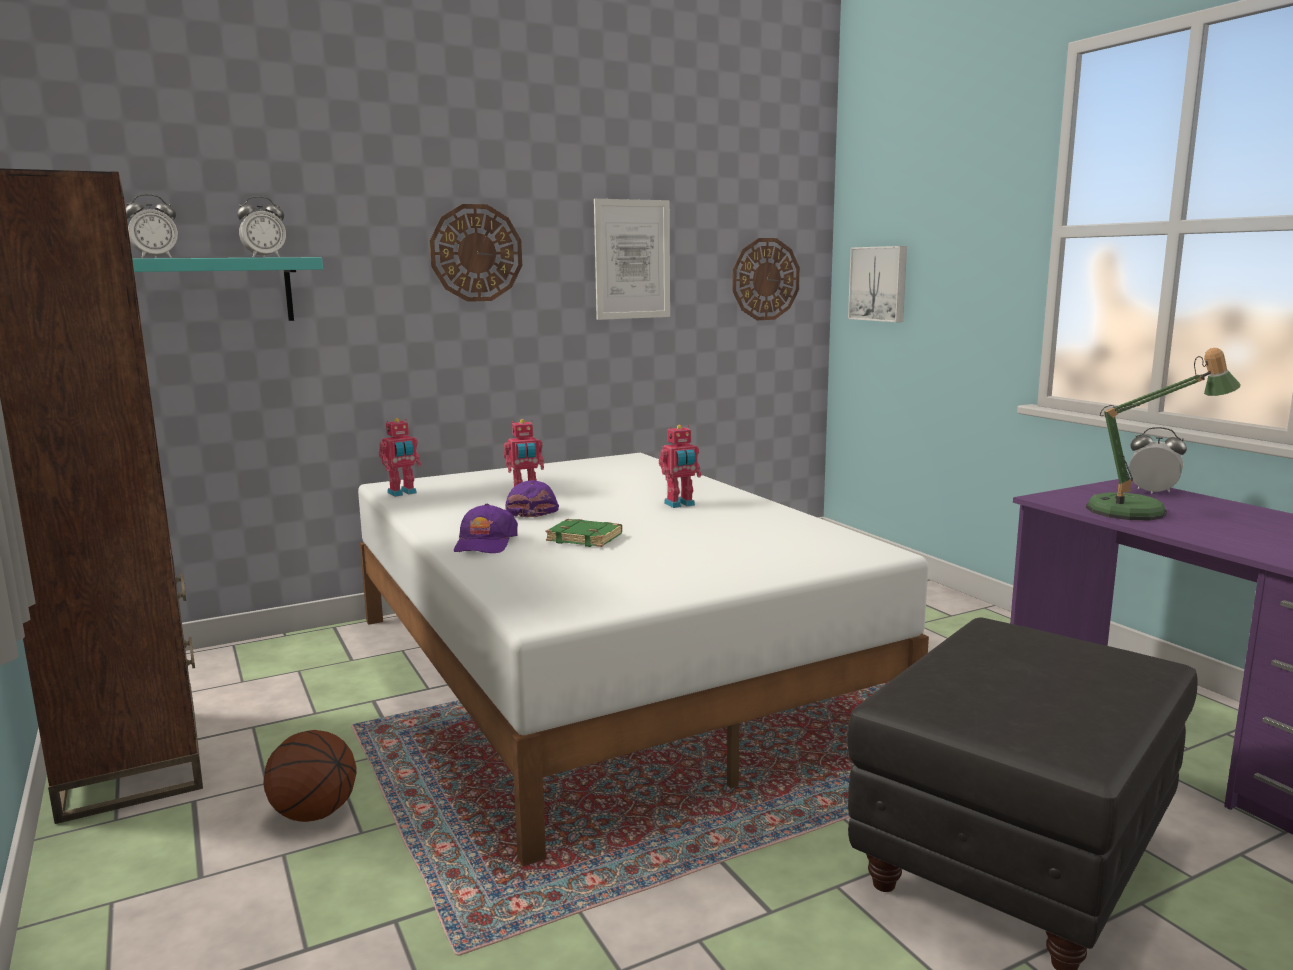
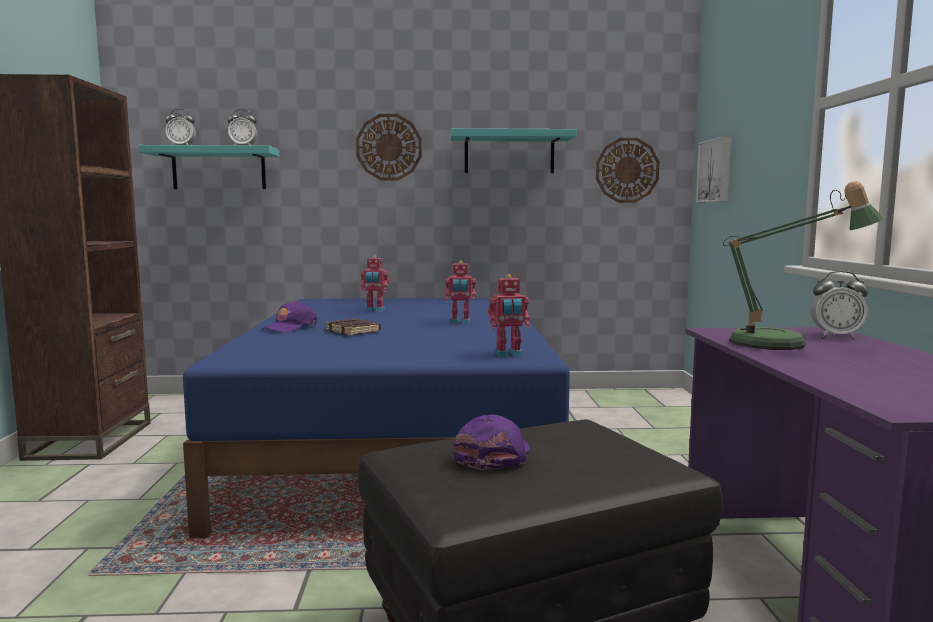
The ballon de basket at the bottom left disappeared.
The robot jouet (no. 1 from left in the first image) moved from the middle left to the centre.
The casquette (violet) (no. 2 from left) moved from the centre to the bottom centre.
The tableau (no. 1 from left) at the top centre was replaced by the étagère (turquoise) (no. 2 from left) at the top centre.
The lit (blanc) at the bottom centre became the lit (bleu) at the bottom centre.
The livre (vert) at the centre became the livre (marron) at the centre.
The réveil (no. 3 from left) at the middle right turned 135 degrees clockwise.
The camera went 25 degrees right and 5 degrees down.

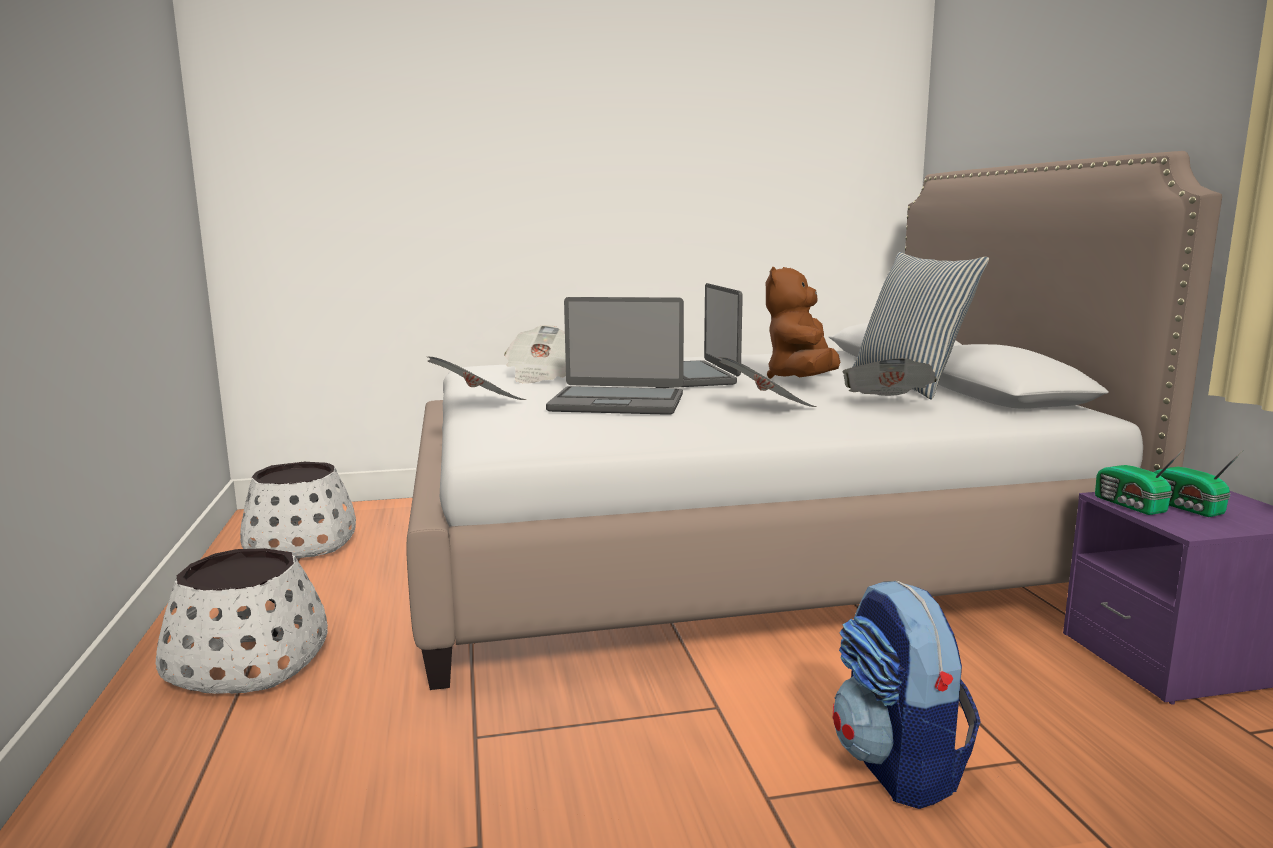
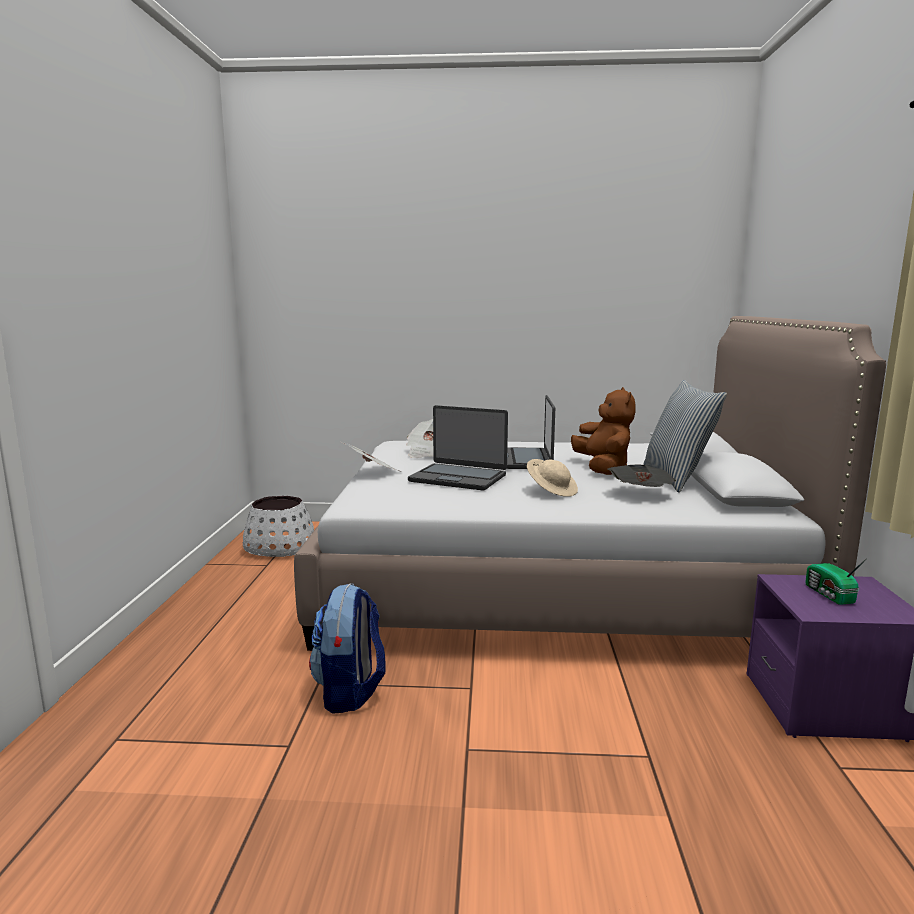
The cache-pot (blanc) (no. 1 from left) at the bottom left disappeared.
The radio (no. 1 from left) at the middle right disappeared.
The sac à dos moved from the bottom right to the bottom centre.
The journal (no. 3 from left) at the centre was replaced by the chapeau (beige) at the centre.
The peluche (marron) at the centre turned 135 degrees clockwise.
The camera went 15 degrees right and 0 degrees up.

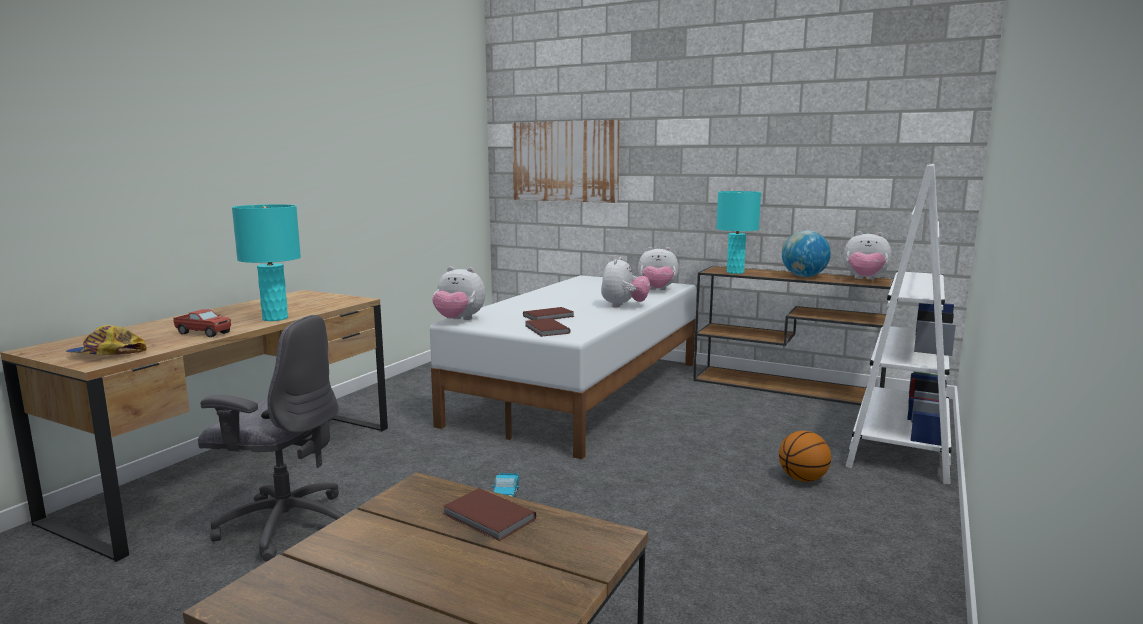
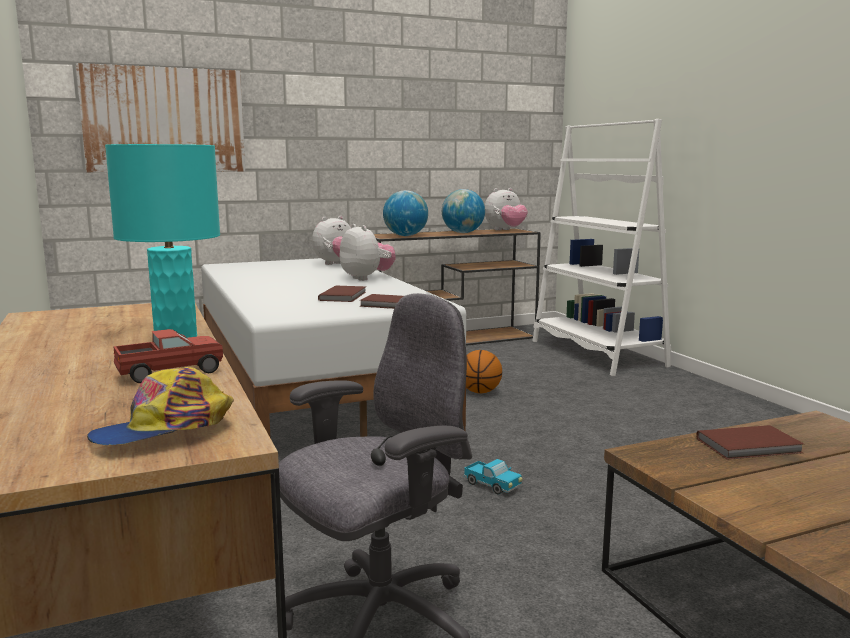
The peluche (no. 1 from left) at the centre disappeared.
The ballon de basket moved from the bottom right to the centre.
The lampe de table (turquoise) (no. 2 from left) at the centre was replaced by the globe (no. 1 from left) at the centre.
The camera went 50 degrees left and 0 degrees up.

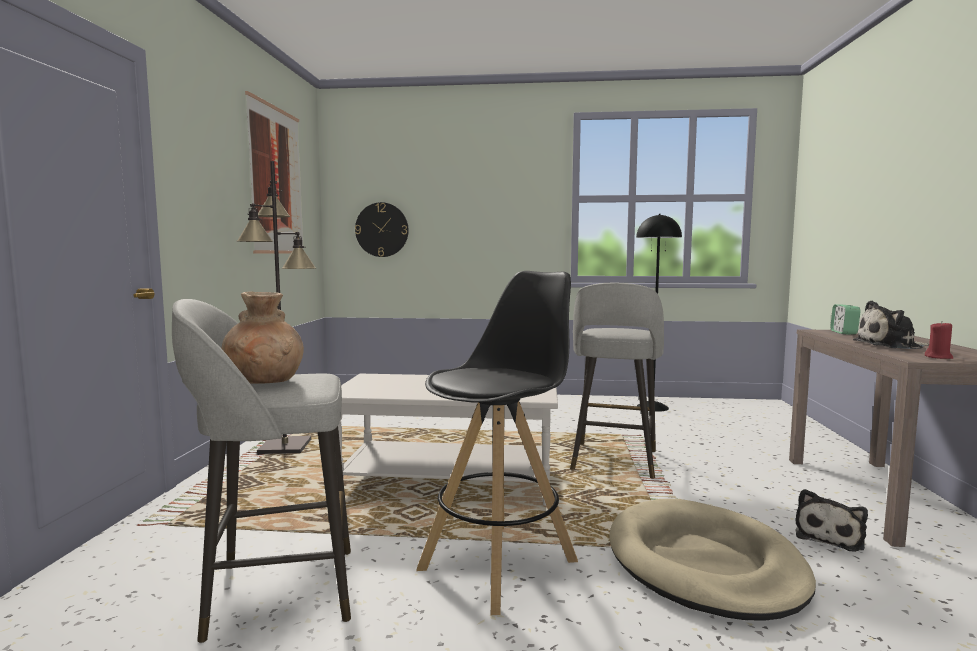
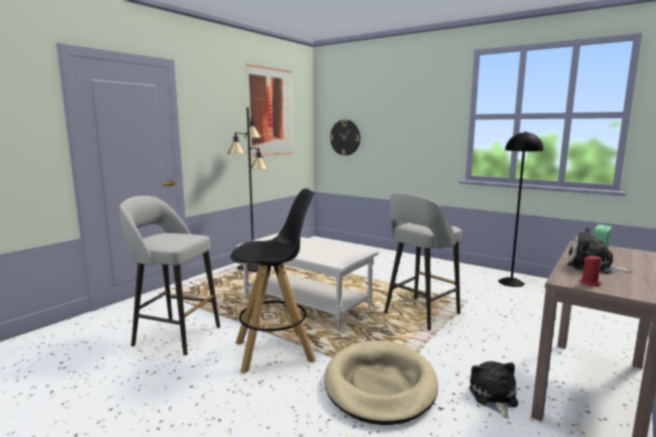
The vase (marron) at the middle left disappeared.
The peluche (no. 1 from left) at the bottom right turned 120 degrees clockwise.
The camera went 30 degrees right and 5 degrees up.

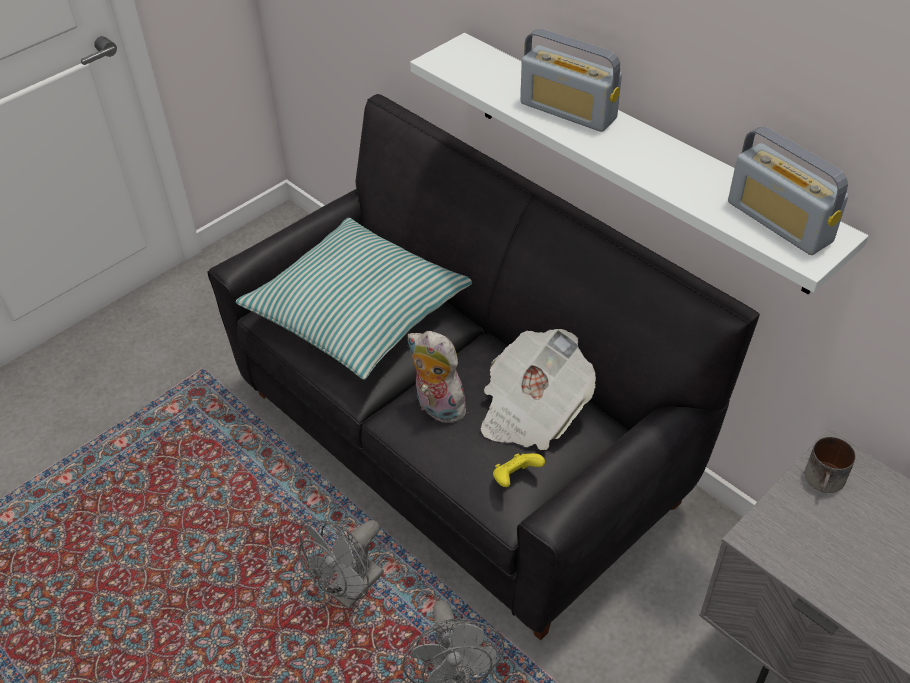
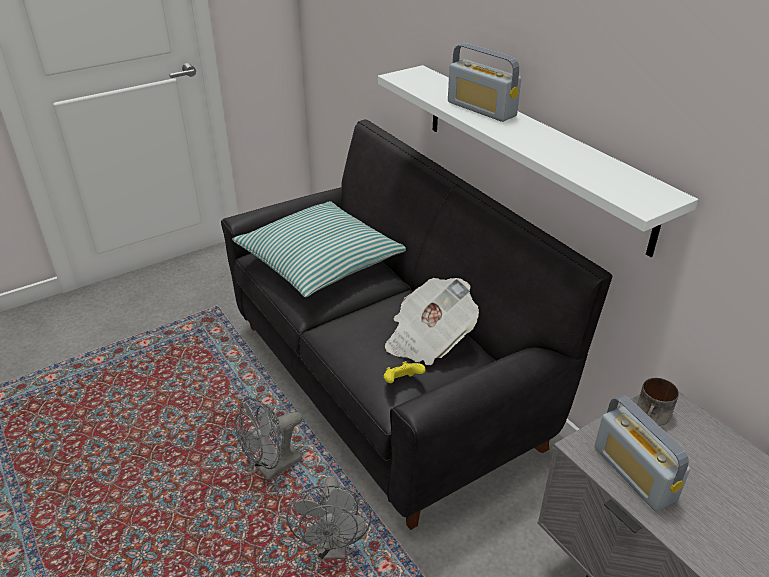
The peluche at the centre disappeared.
The radio (no. 2 from left) moved from the top right to the bottom right.
The camera went 10 degrees right and 10 degrees down.

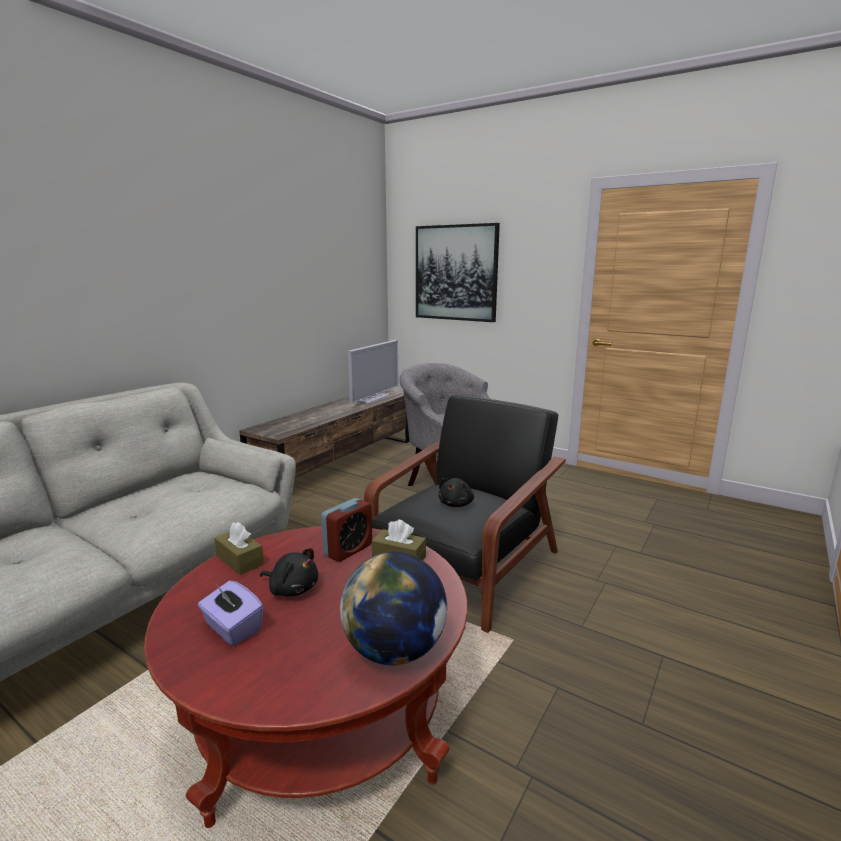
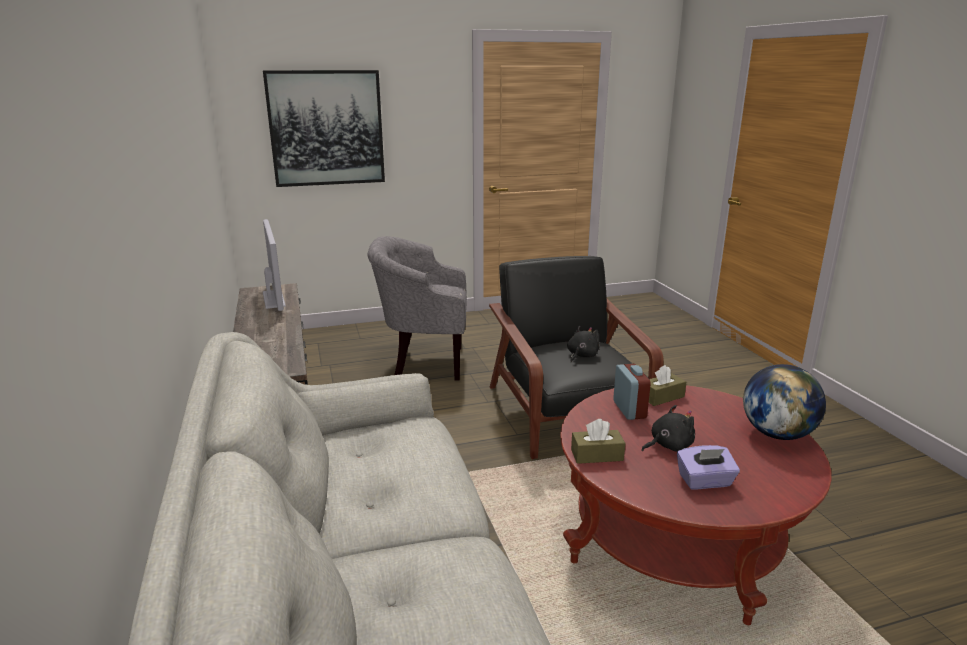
The peluche (noir) (no. 2 from left in the first image) at the centre turned 120 degrees counterclockwise.
The camera went 50 degrees left and 5 degrees up.

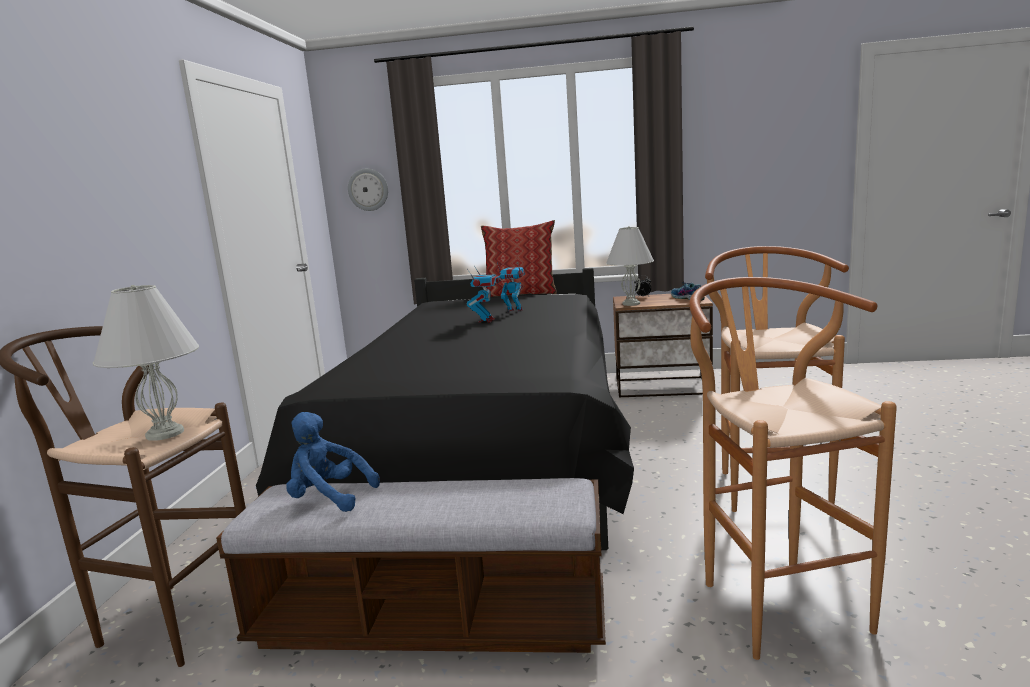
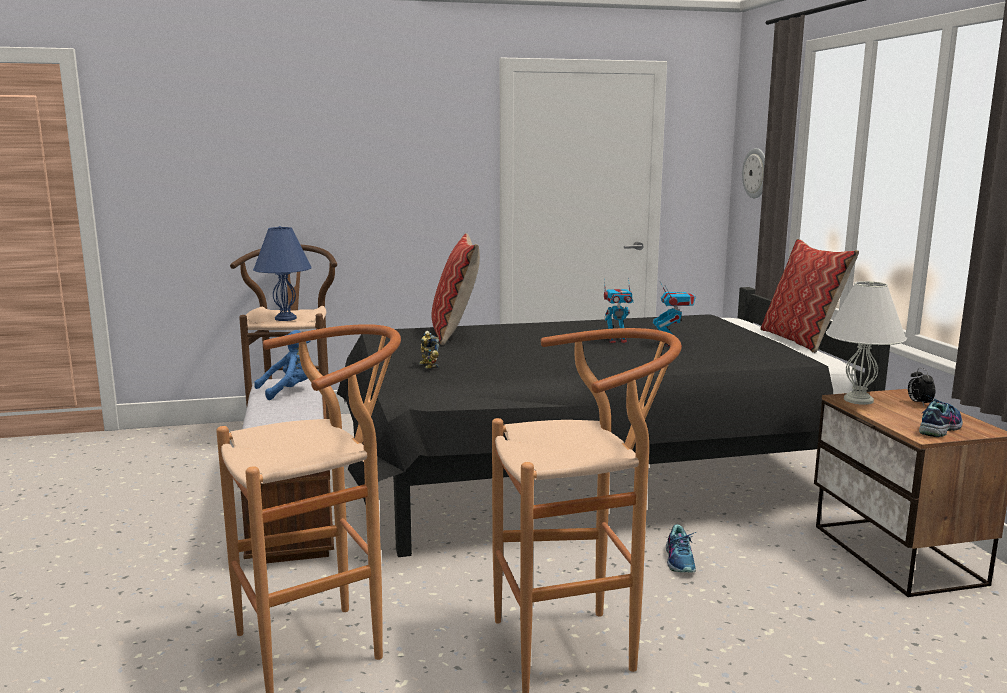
The robot jouet (no. 1 from left) at the centre appeared.
The coussin (no. 1 from left) at the centre appeared.
The chaussure (no. 1 from left) at the bottom right appeared.
The lampe de table (blanc) (no. 1 from left) at the middle left became the lampe de table (bleu) at the middle left.
The peluche (bleu) at the bottom left turned 60 degrees clockwise.
The camera went 70 degrees right and 0 degrees up.

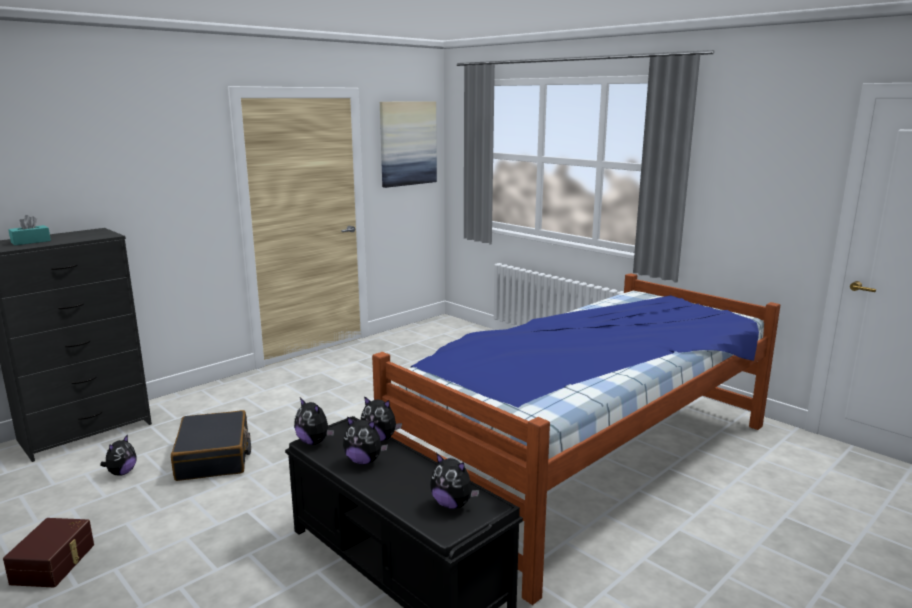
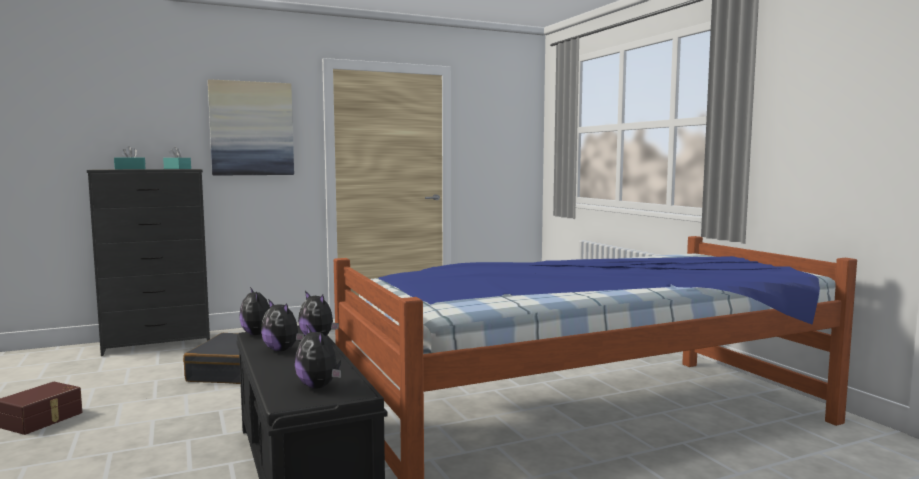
The peluche (no. 1 from left) at the bottom left disappeared.
The boîte à mouchoirs (turquoise) (no. 2 from left) at the top left appeared.
The tableau moved from the top centre to the top left.
The camera went 20 degrees right and 10 degrees down.

